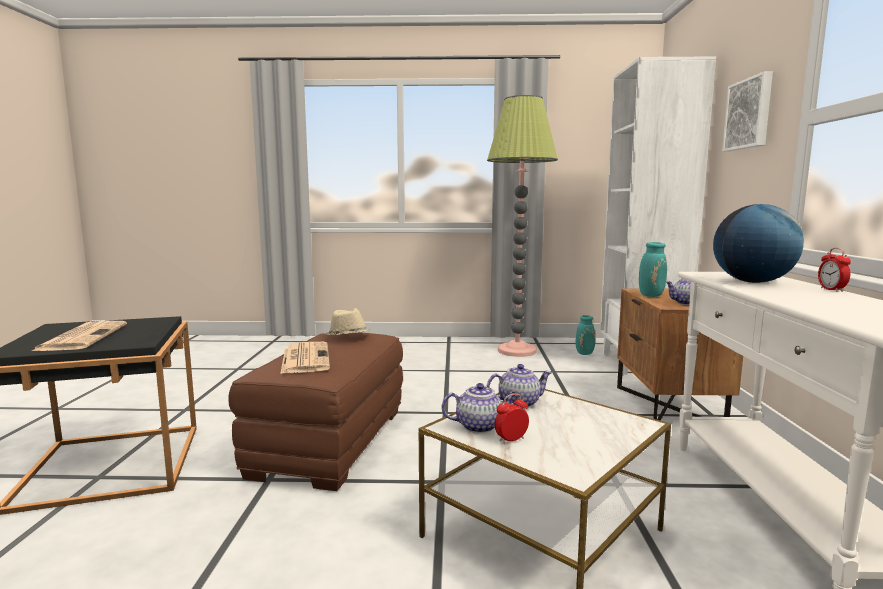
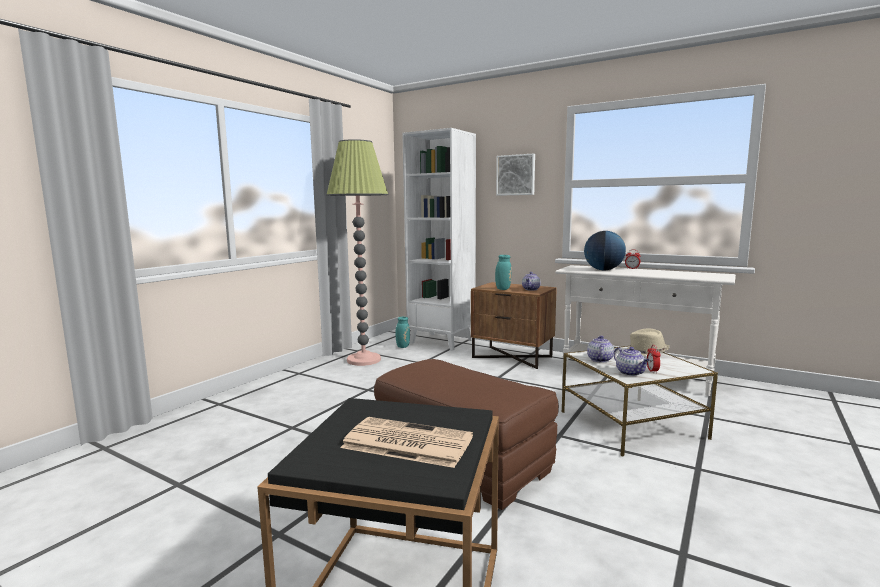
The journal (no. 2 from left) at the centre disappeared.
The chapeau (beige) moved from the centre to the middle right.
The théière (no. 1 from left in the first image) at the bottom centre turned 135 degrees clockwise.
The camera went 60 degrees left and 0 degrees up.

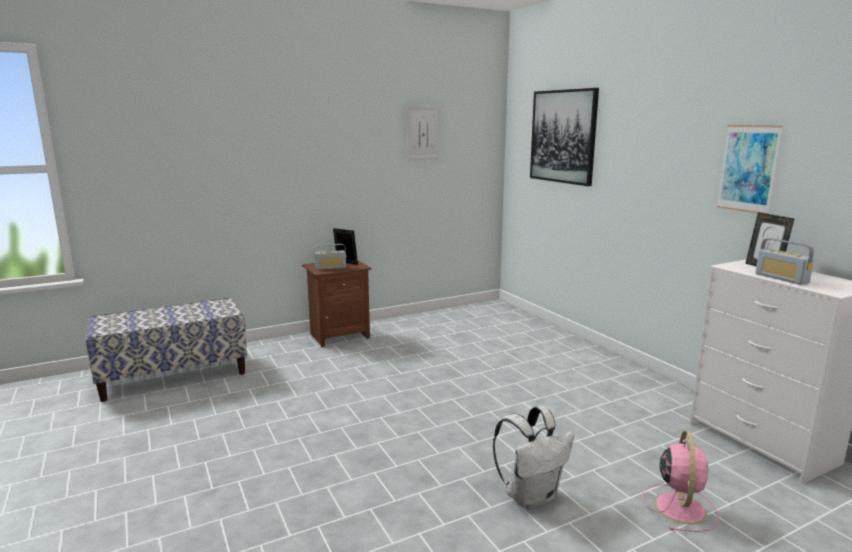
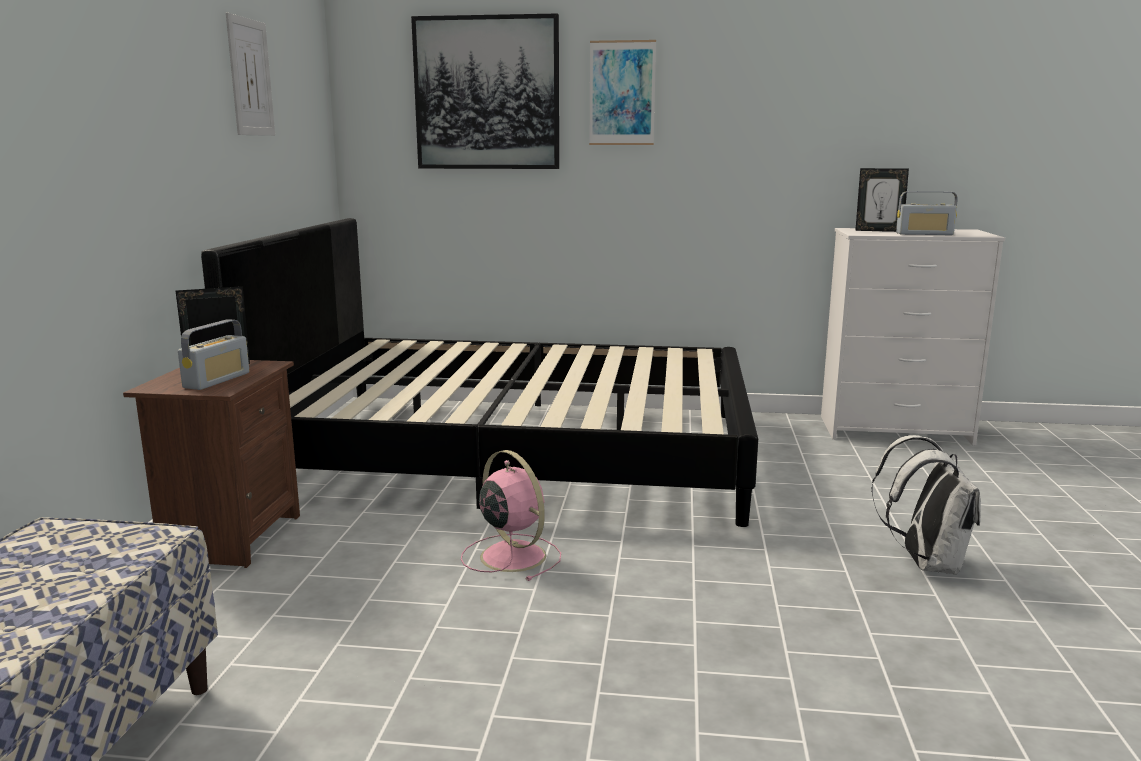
The lit (noir) at the centre appeared.
The ventilateur (rose) moved from the bottom right to the bottom centre.
The tableau (no. 3 from left) moved from the top right to the top centre.
The camera went 55 degrees left and 0 degrees up.

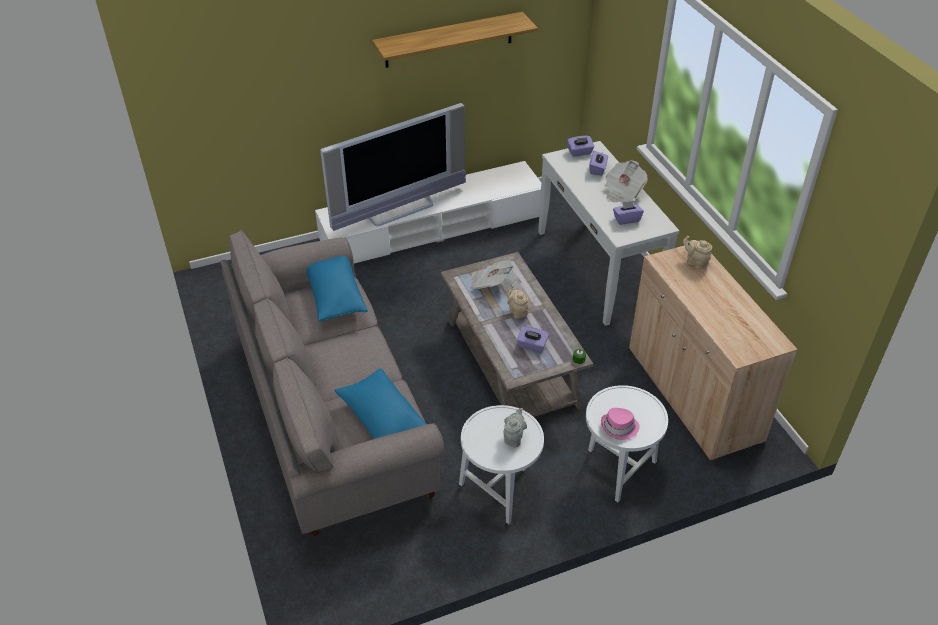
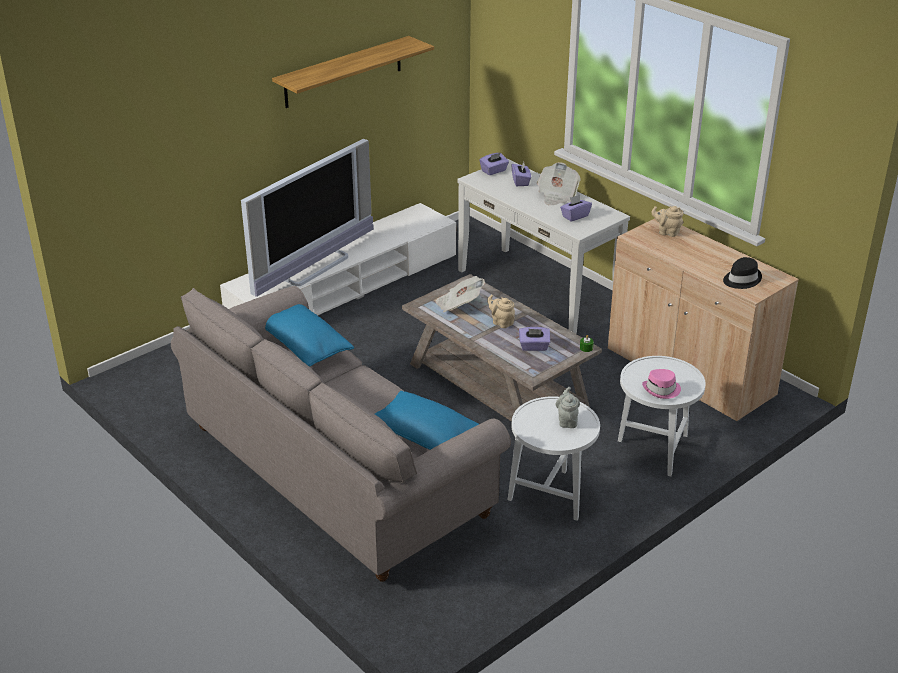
The chapeau (noir) at the middle right appeared.
The camera went 20 degrees left and 10 degrees down.

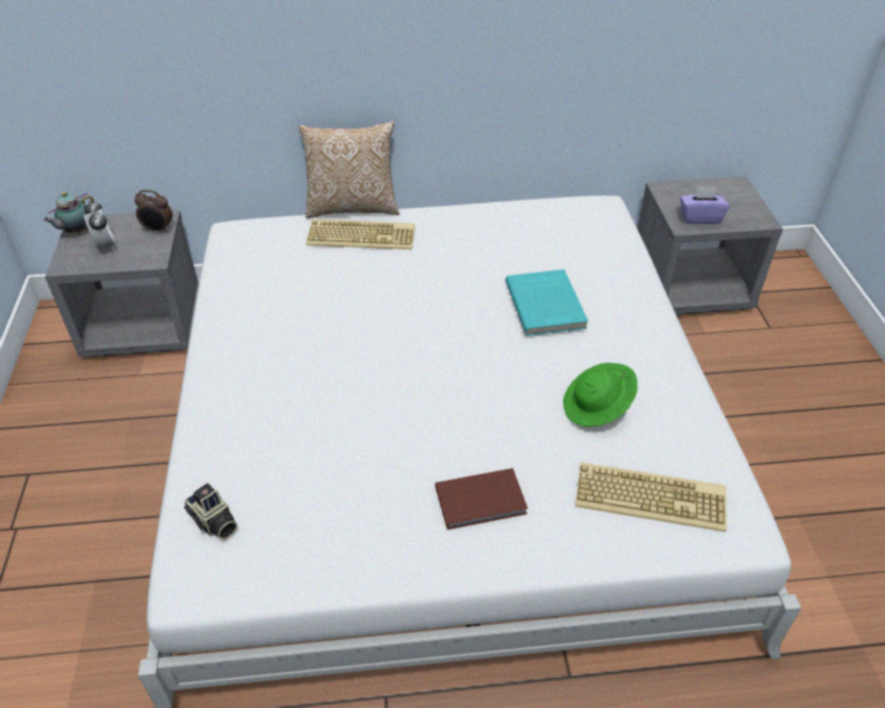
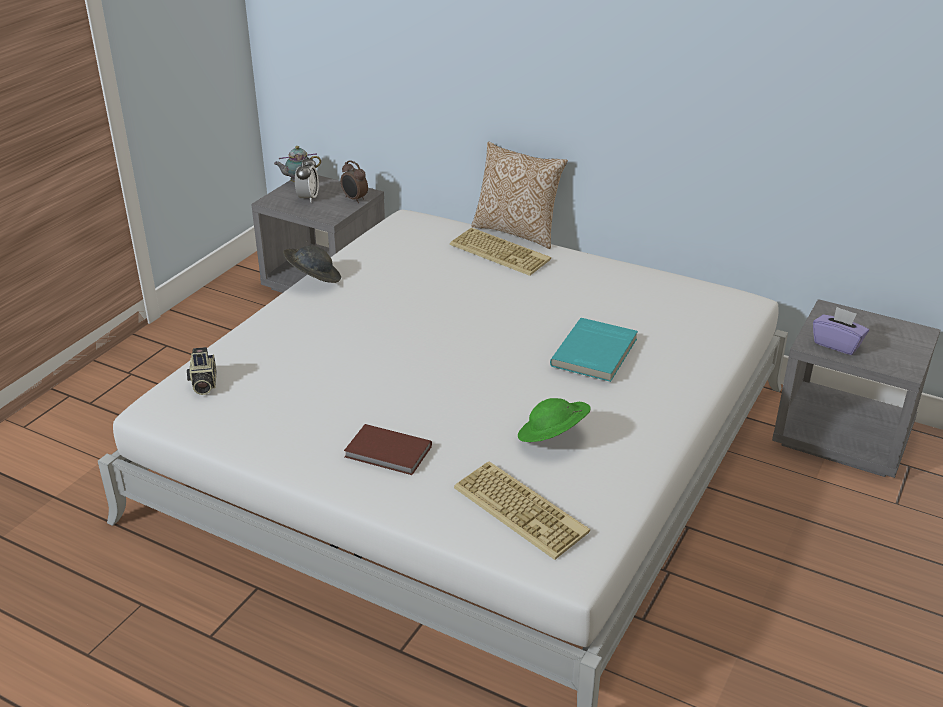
The chapeau (gris) at the middle left appeared.
The camera went 35 degrees right and 10 degrees down.

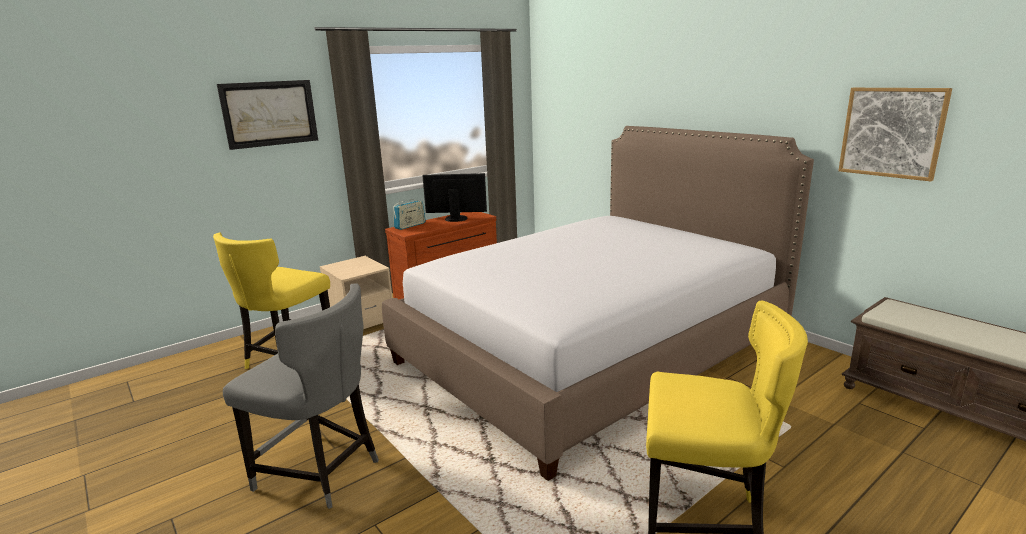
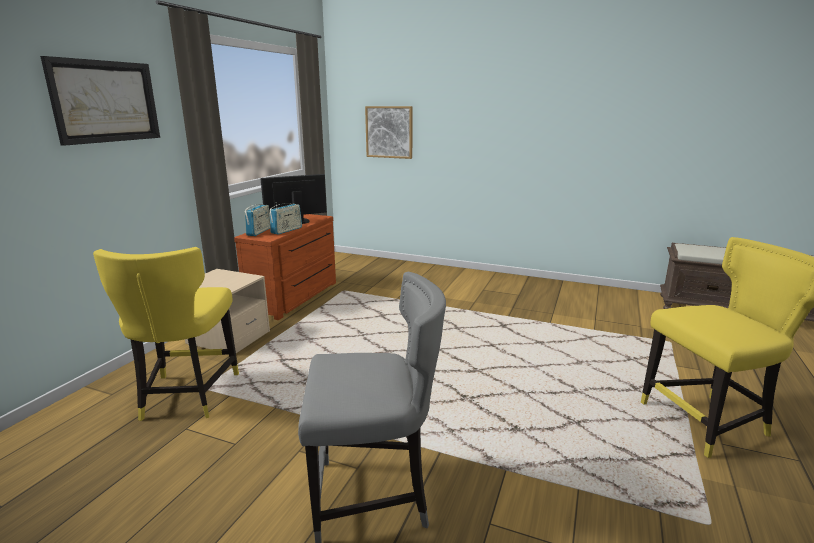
The lit at the centre disappeared.
The radio (no. 2 from left) at the centre appeared.
The tableau (no. 2 from left) moved from the top right to the top centre.
The camera went 30 degrees left and 0 degrees up.

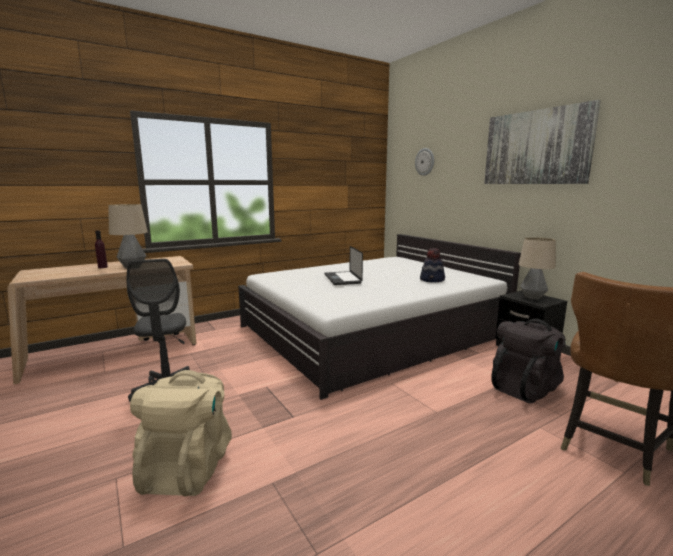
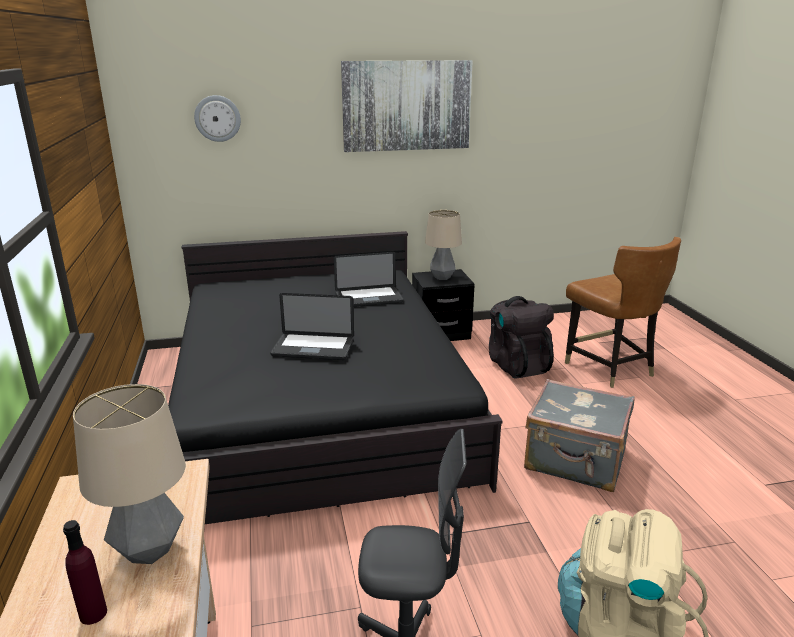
The valise (gris) at the bottom right appeared.
The chapeau at the centre was replaced by the ordinateur portable (no. 2 from left) at the centre.
The lit (blanc) at the centre became the lit (noir) at the centre.
The camera went 70 degrees left and 10 degrees up.

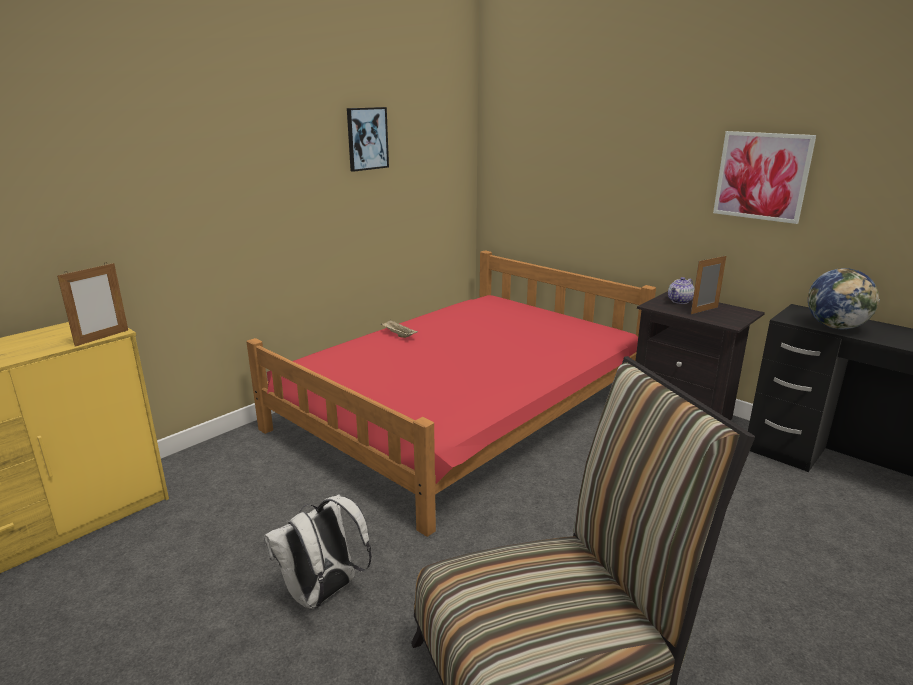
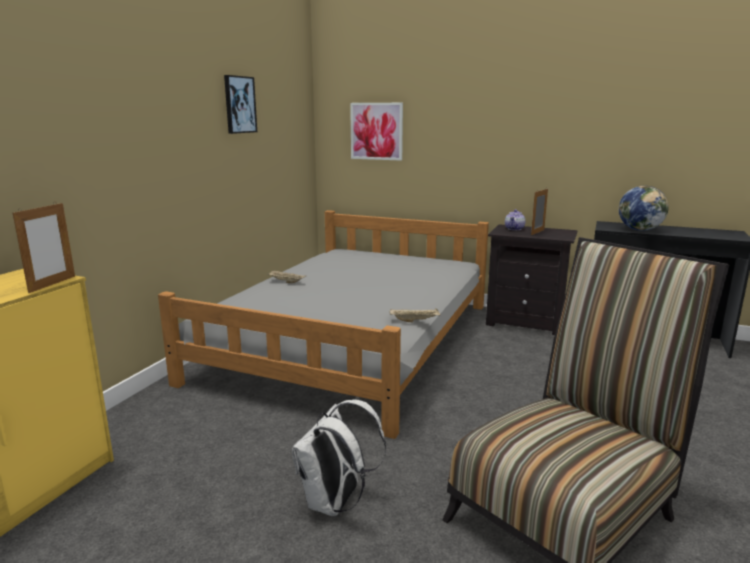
The plateau (beige) (no. 2 from left) at the centre appeared.
The tableau (no. 2 from left) moved from the top right to the top centre.
The lit (rouge) at the centre became the lit (gris) at the centre.
The camera went 20 degrees left and 5 degrees down.

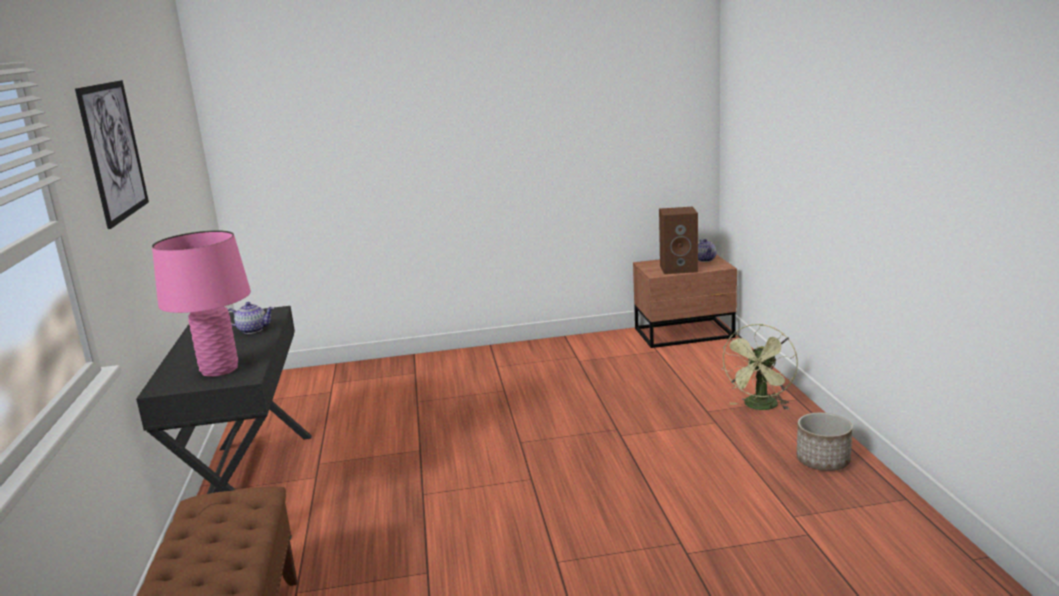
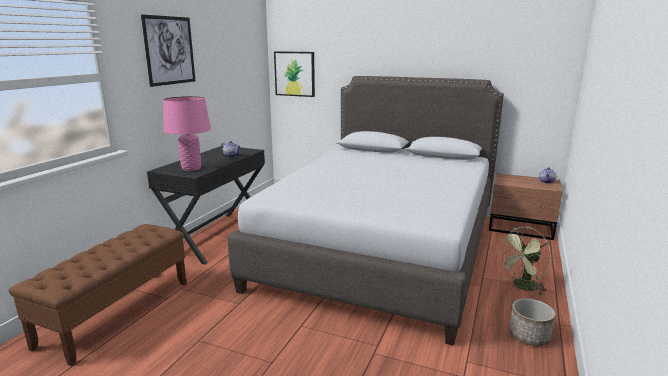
The enceinte (marron) at the centre disappeared.
The lit (gris) at the centre appeared.
The tableau (no. 2 from left) at the top centre appeared.
The camera went 30 degrees right and 0 degrees up.

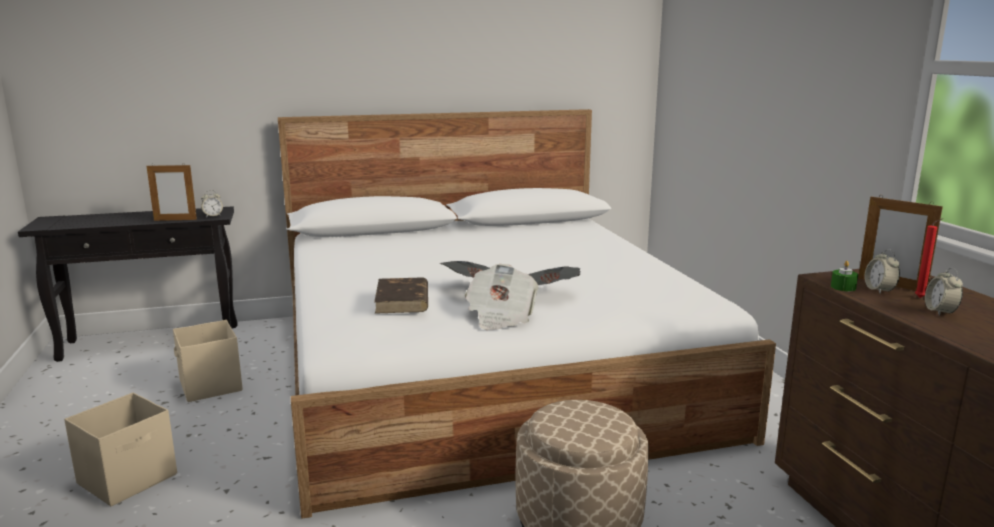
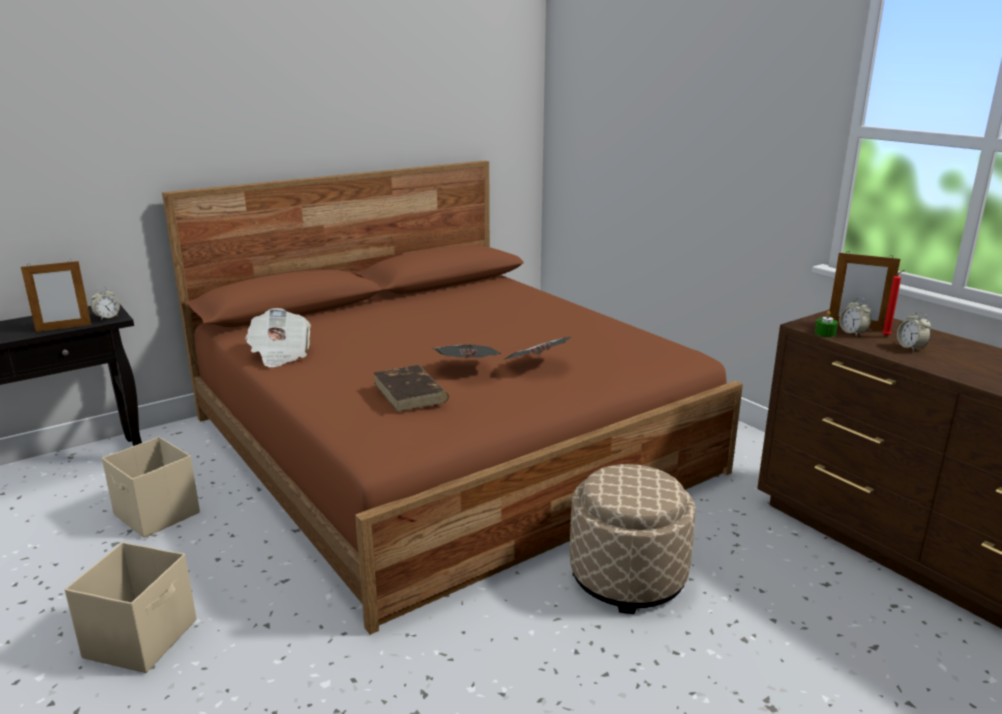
The journal (no. 2 from left in the first image) moved from the centre to the middle left.
The lit (blanc) at the centre became the lit (marron) at the centre.
The camera went 20 degrees left and 5 degrees up.

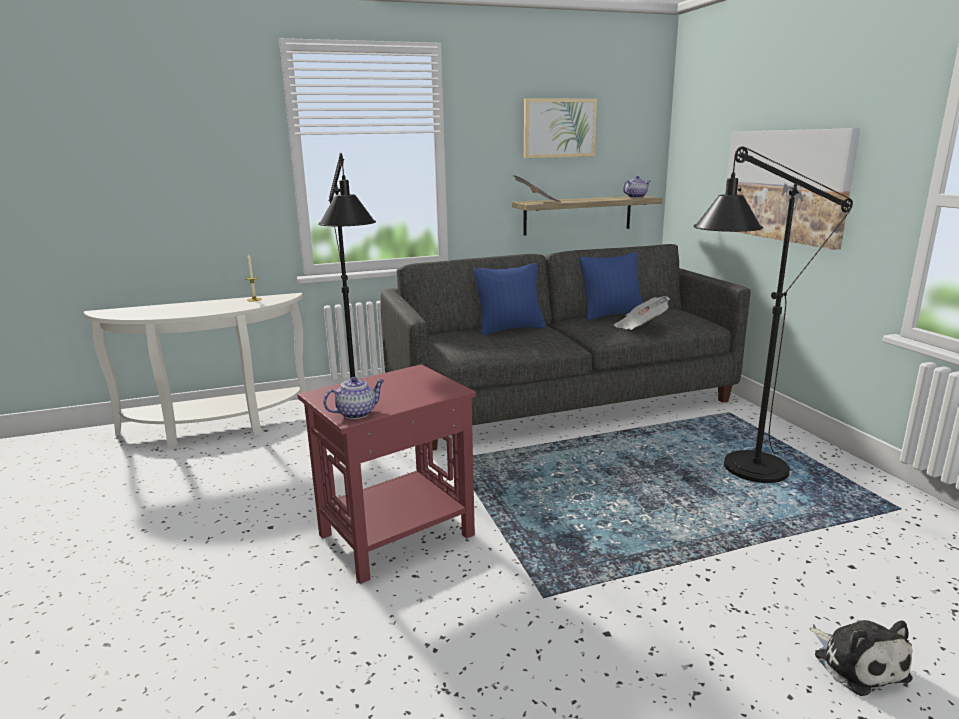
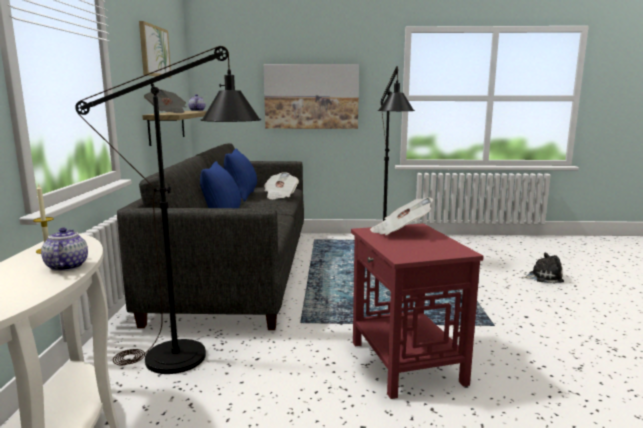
The journal (no. 3 from left) at the centre appeared.
The théière (no. 1 from left) moved from the centre to the middle left.
The camera went 70 degrees left and 5 degrees down.

